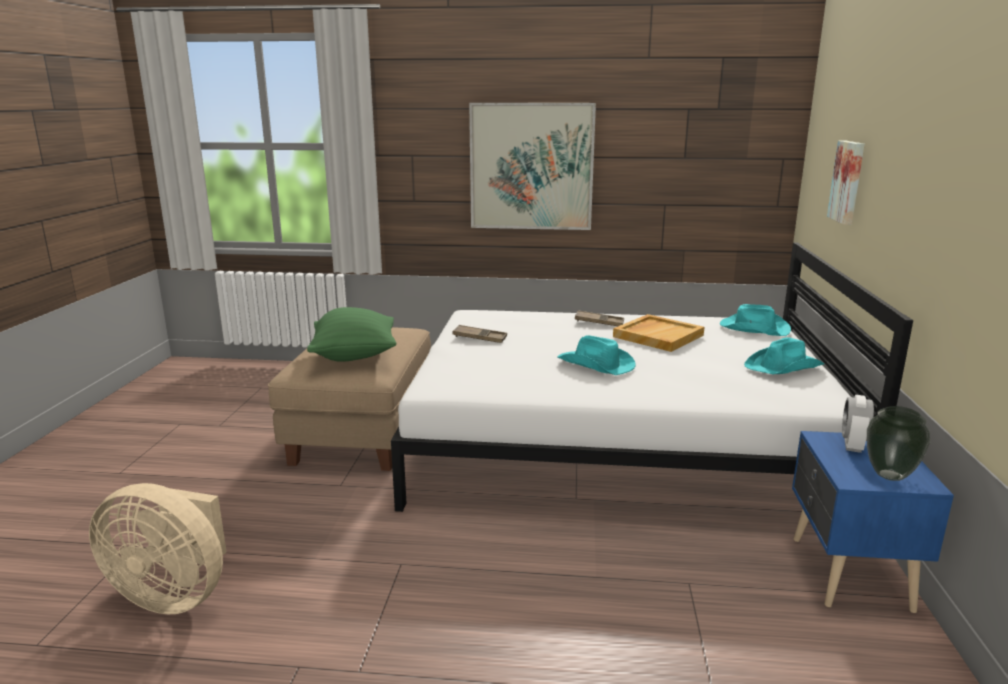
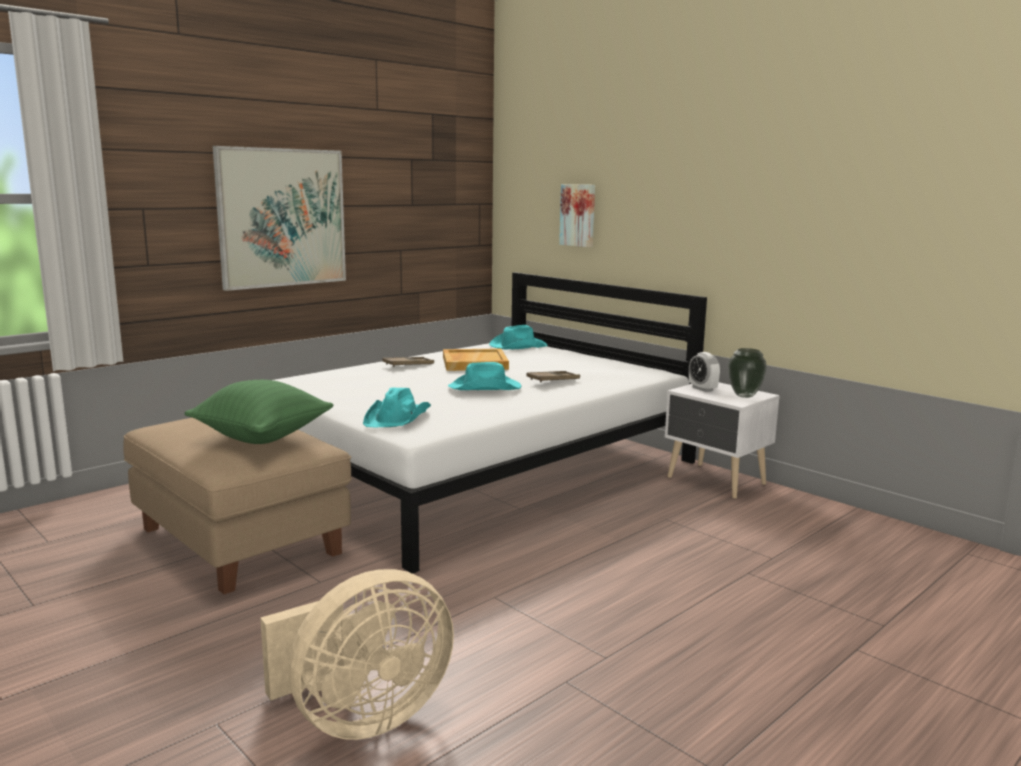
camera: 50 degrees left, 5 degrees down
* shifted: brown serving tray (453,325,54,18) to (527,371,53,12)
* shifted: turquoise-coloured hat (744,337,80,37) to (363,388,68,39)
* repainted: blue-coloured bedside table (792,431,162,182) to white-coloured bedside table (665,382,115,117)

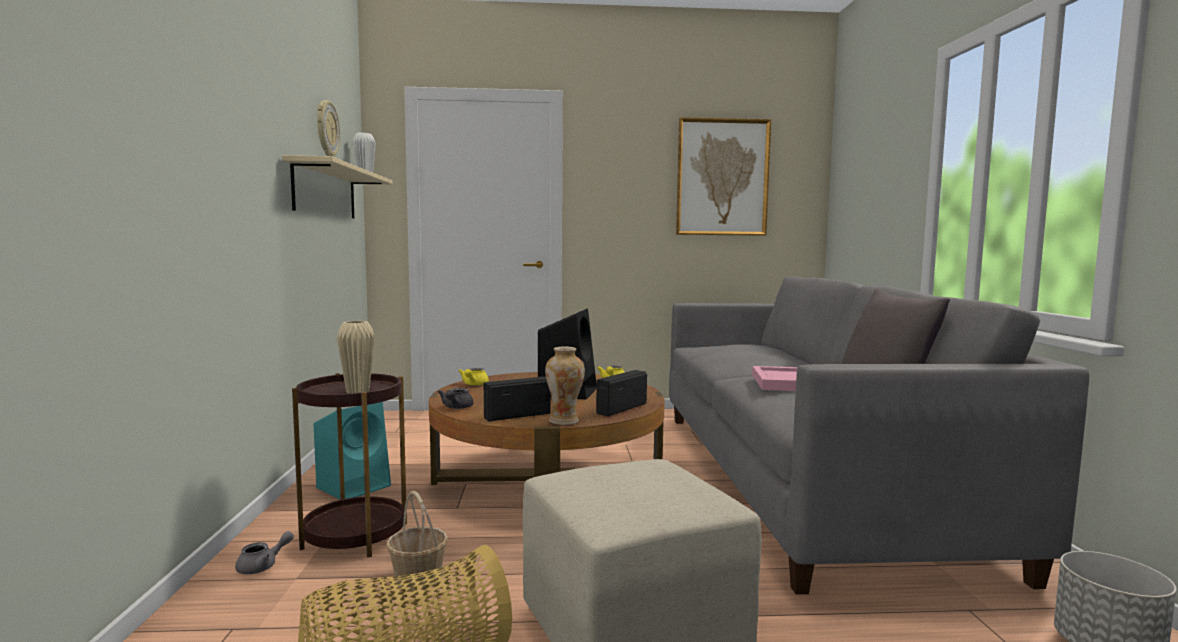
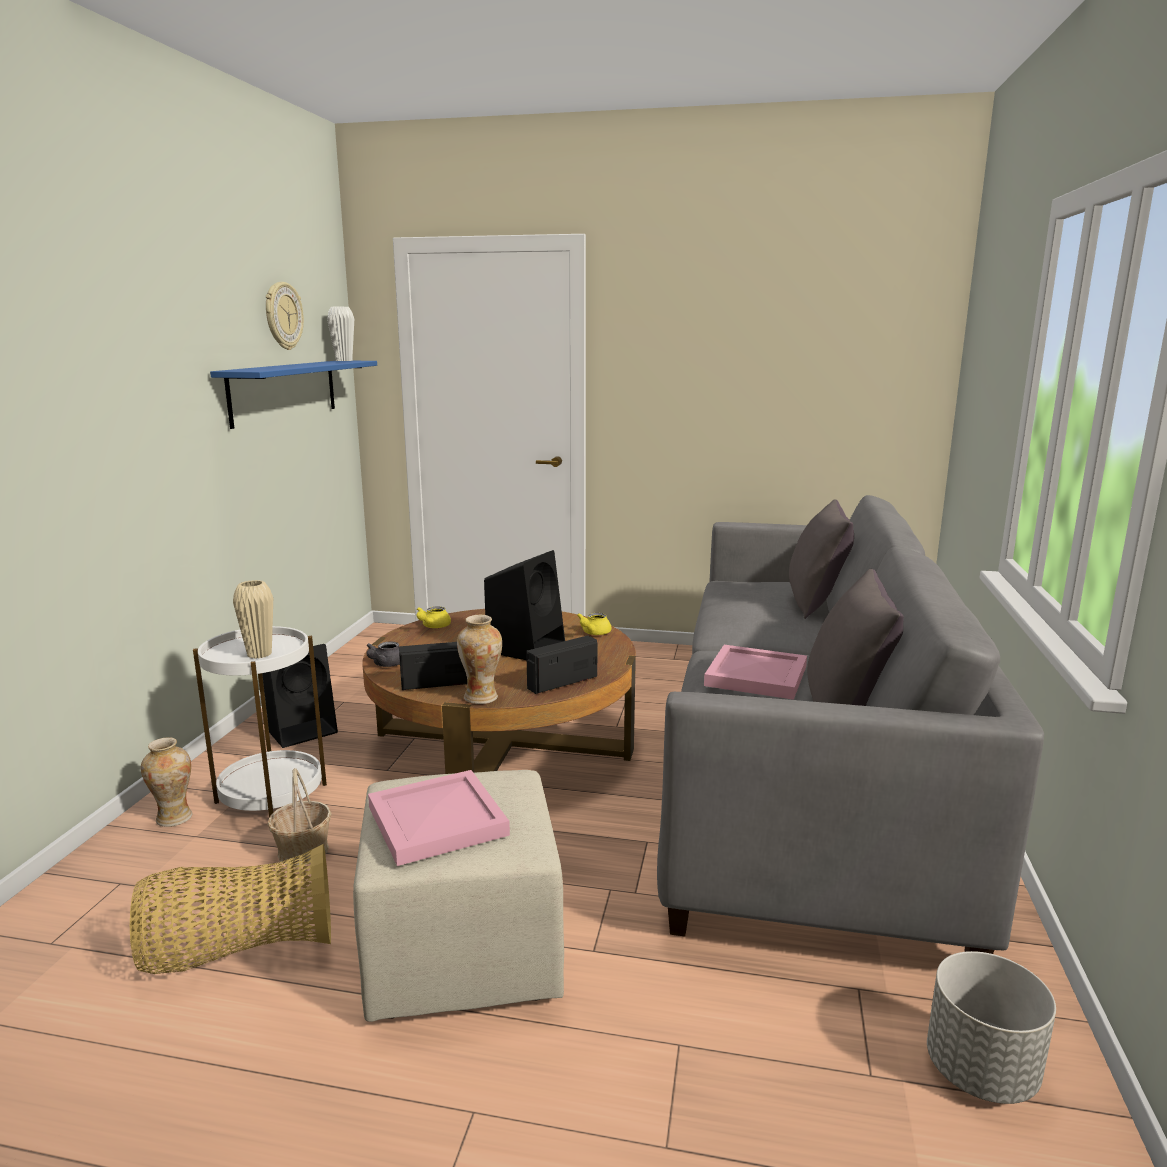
camera: 15 degrees right, 10 degrees up
* gone: wall art (676,117,95,119)
* repainted: beige bracket shelf (282,155,111,63) to blue-coloured bracket shelf (210,361,167,68)
* repainted: brown accent table (292,373,115,184) to white-coloured accent table (193,626,134,192)
* repainted: turquoise-coloured loudspeaker (313,402,78,97) to black-coloured loudspeaker (262,644,76,104)
* swapped: gray teapot (235,531,59,43) to decorative vase (141,737,51,90)
* new: gray cushion (789,499,65,120)
* new: pink serving tray (368,770,142,96)

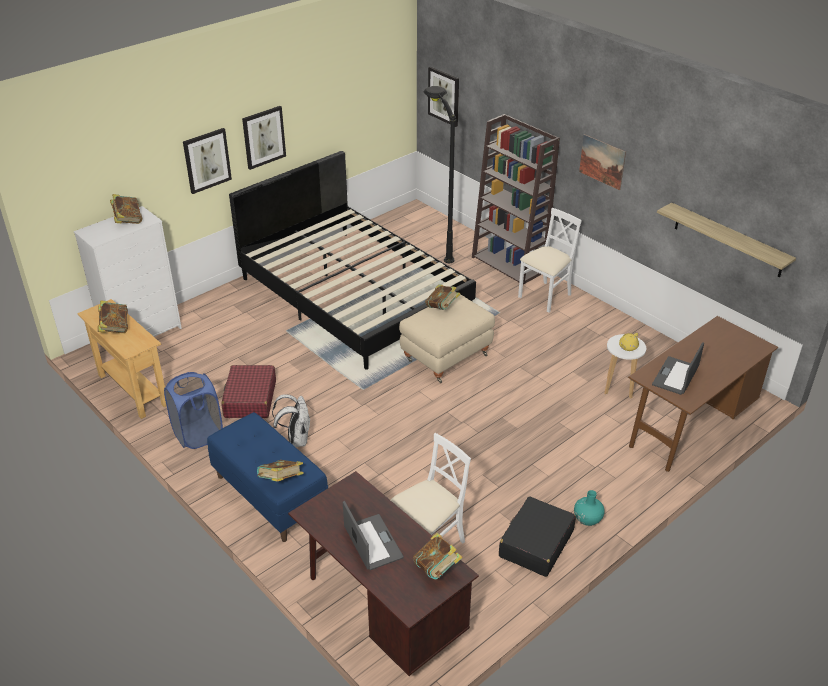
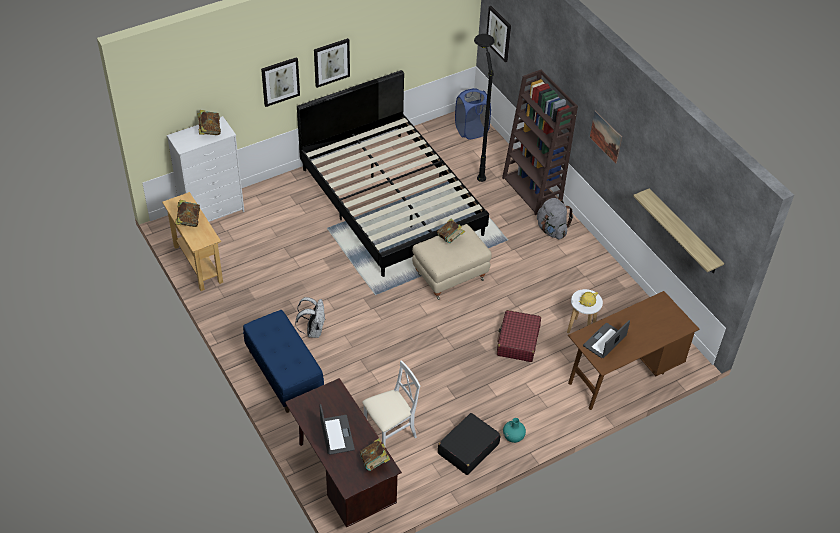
camera: 10 degrees right, 10 degrees up
* swapped: white-coloured plain chair (518,208,64,105) to gray rucksack (537,198,36,42)
* shifted: red travel case (222,365,54,53) to (497,310,44,52)
* shifted: blue-coloured hamper (164,372,59,77) to (455,88,36,51)
* gone: book (257,460,47,22)

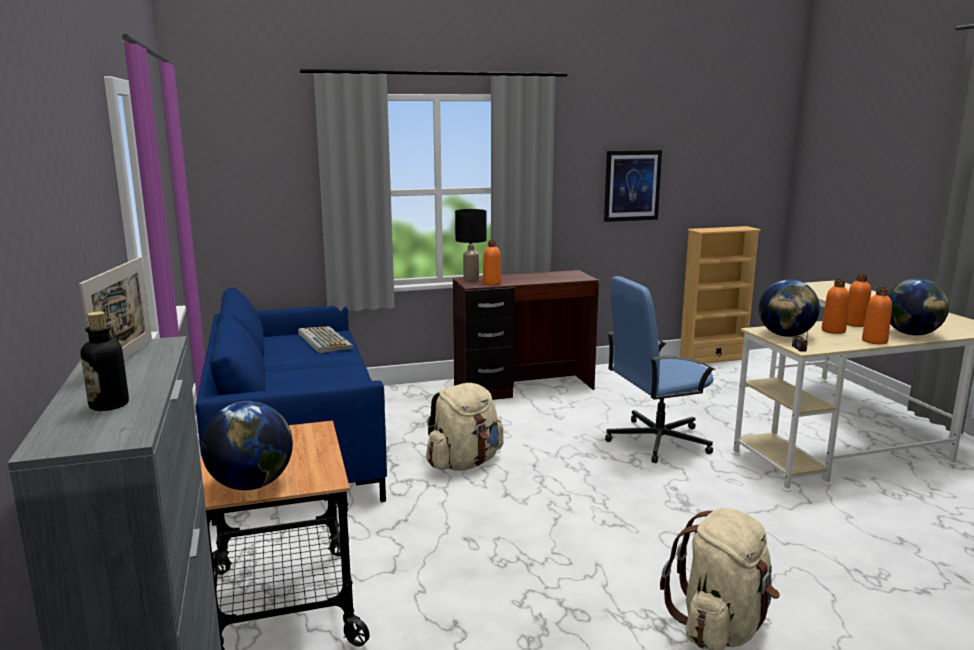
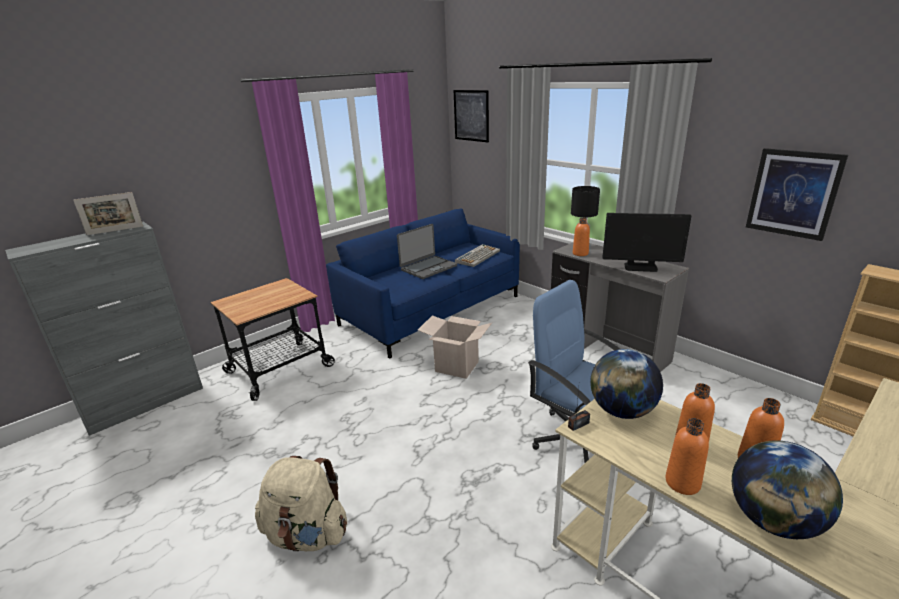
camera: 65 degrees right, 10 degrees up
* repainted: brown desk table (453,270,146,130) to gray desk table (551,242,138,130)
* gone: bottle (80,311,49,100)
* swapped: beige rucksack (426,383,78,88) to carton (418,315,74,64)
* gone: globe (201,401,92,89)
* new: wall art (454,90,35,52)
* new: computer screen (602,213,89,59)
* new: notebook computer (397,224,60,55)

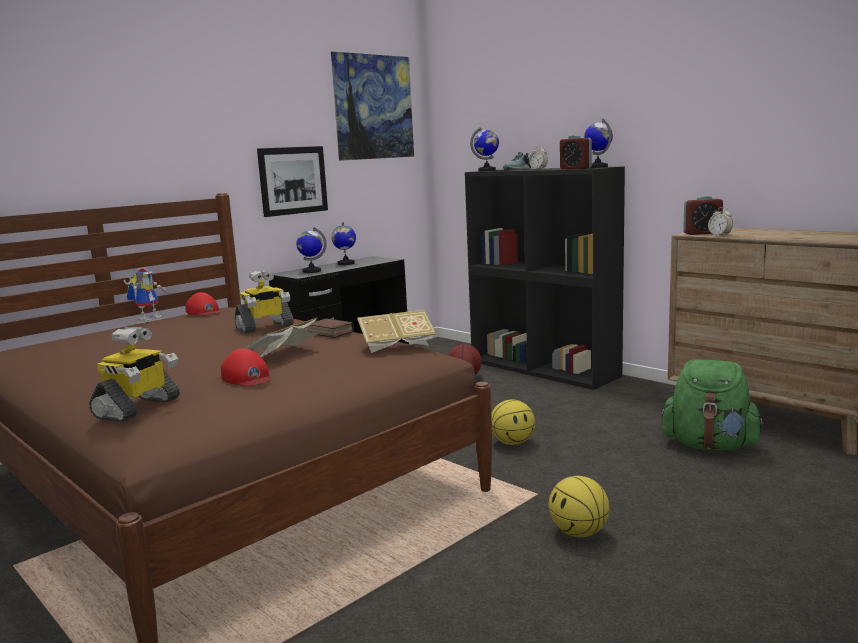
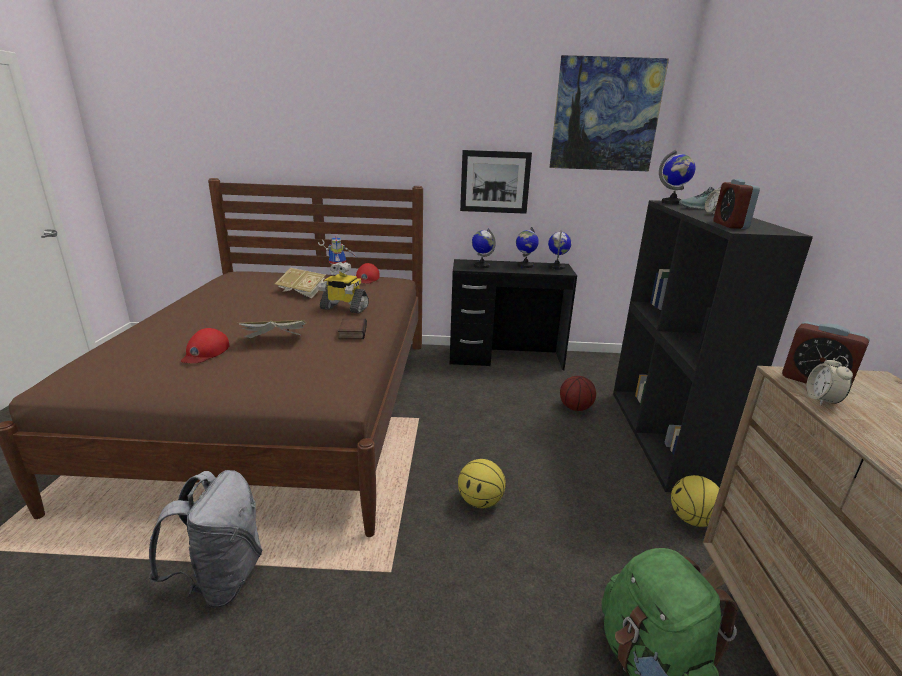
camera: 45 degrees right, 10 degrees up
* shifted: globe (584,118,29,50) to (548,230,23,40)
* shifted: book (357,310,79,43) to (275,268,51,31)
* gone: model robot (89,327,91,95)
* shifted: basketball ball (549,476,61,61) to (671,475,48,52)
* new: gray rucksack (149,470,113,138)

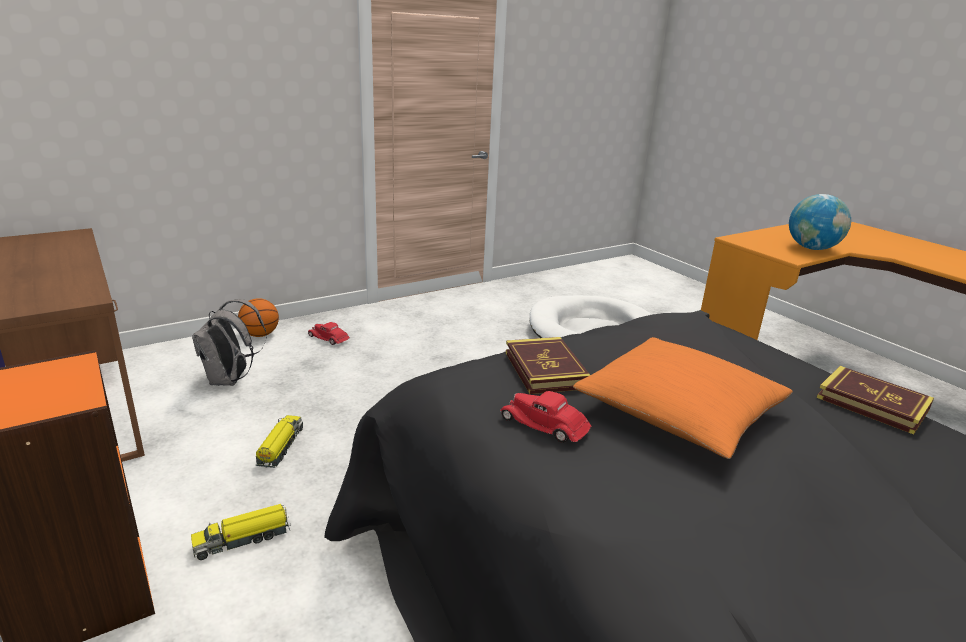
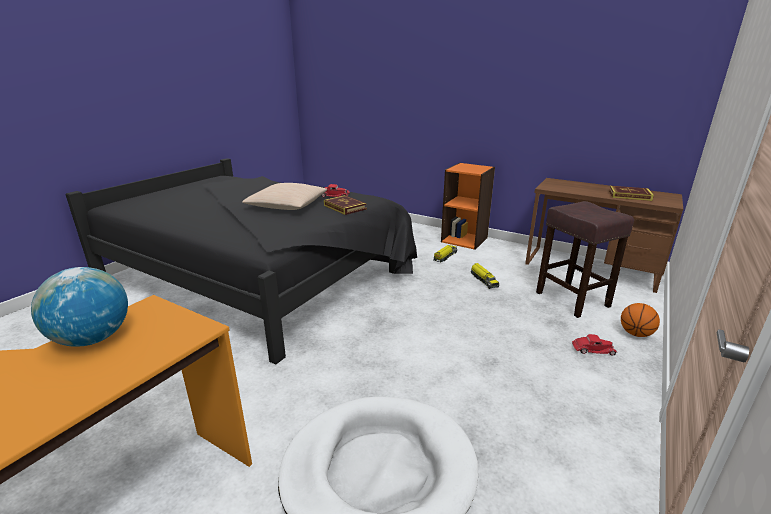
camera: 155 degrees right, 0 degrees up
* swapped: gray rucksack (192,299,75,87) to brown stool seat (536,201,98,117)
* repainted: orangey cushion (573,337,220,122) to beige cushion (242,183,85,27)
* shifted: book (816,366,118,68) to (609,186,45,15)

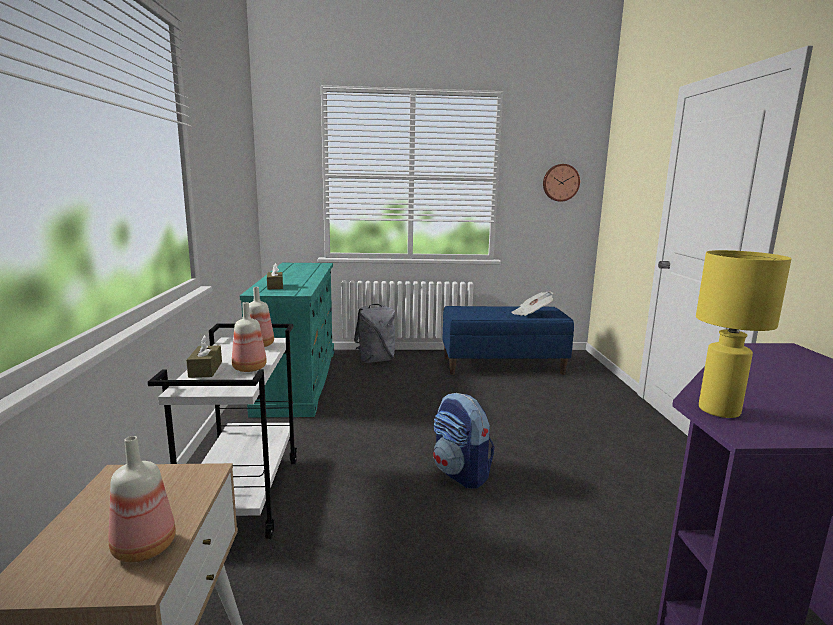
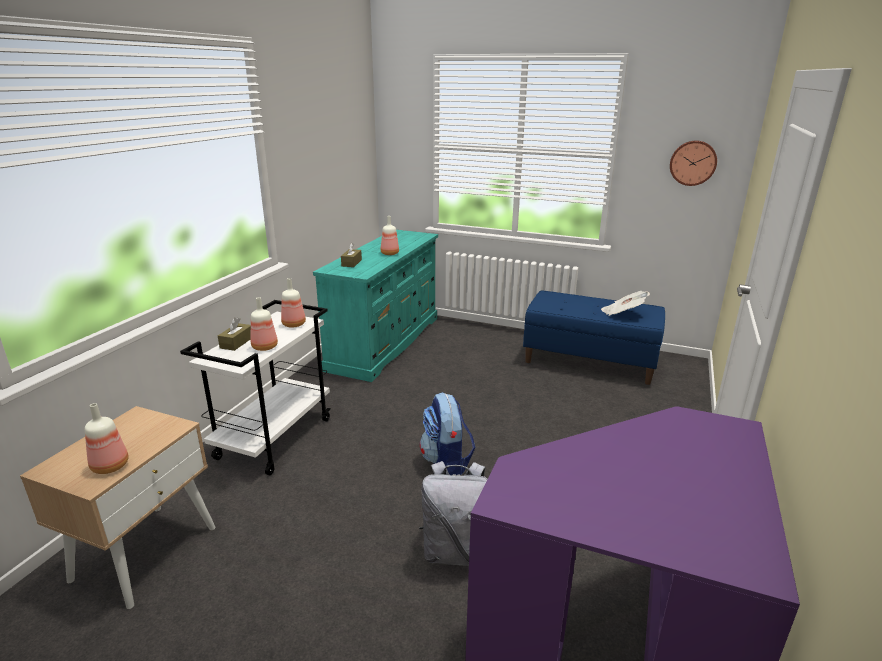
camera: 25 degrees right, 10 degrees up
* gone: yellow lamp for a table (696,250,95,168)
* shifted: gray rucksack (354,304,41,59) to (419,461,68,105)
* new: bottle (381,216,18,39)

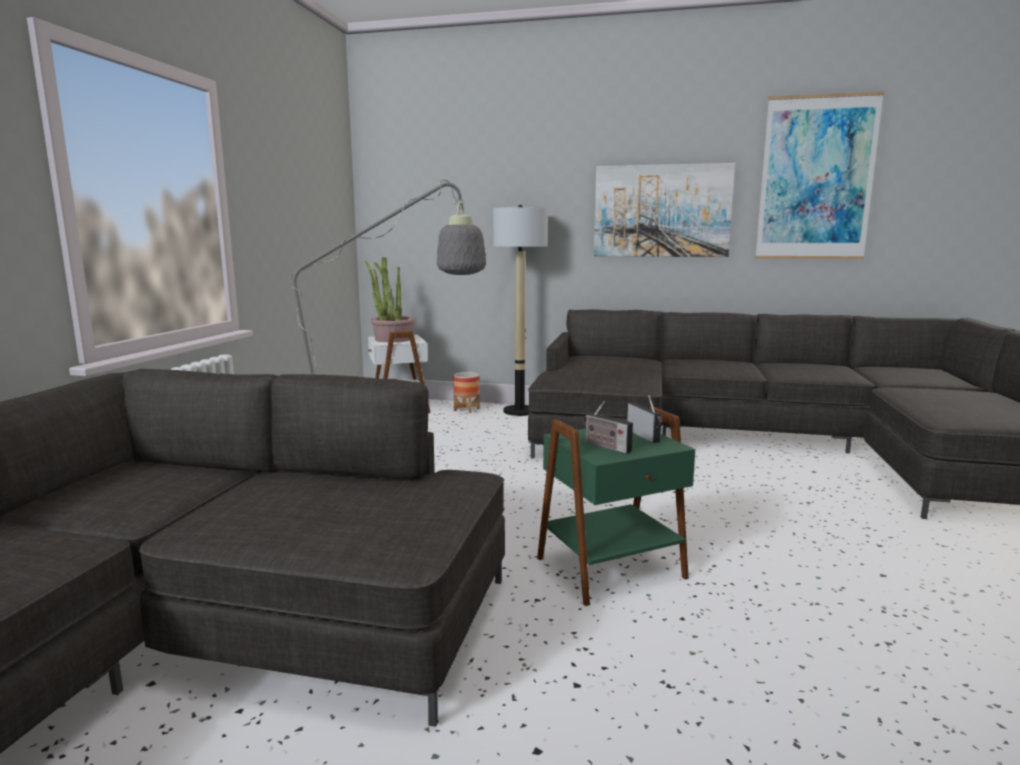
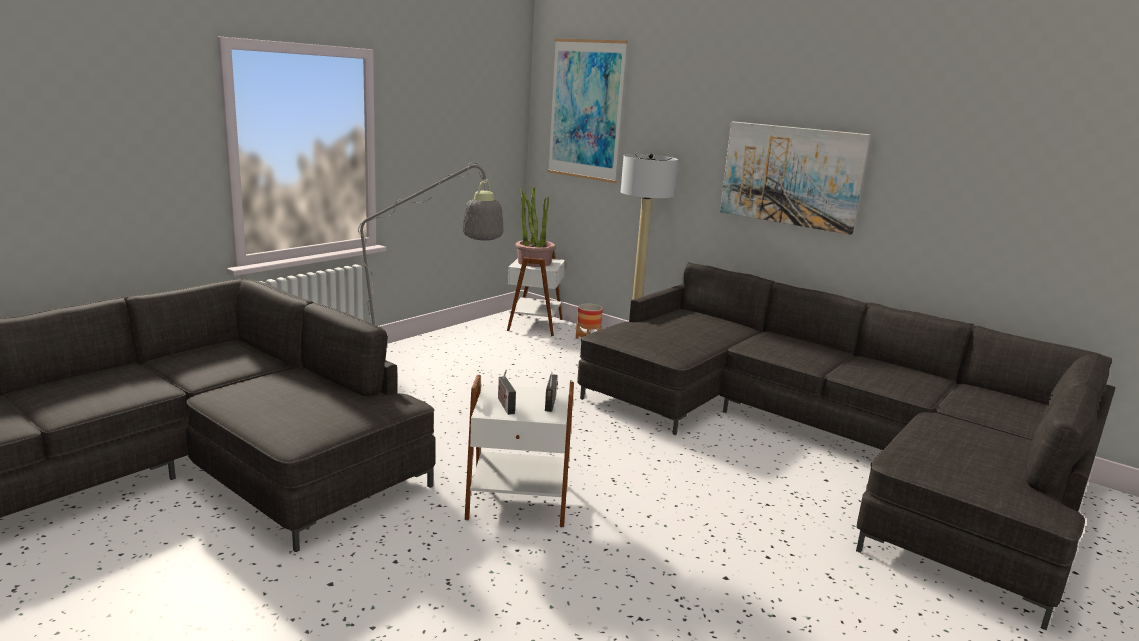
camera: 25 degrees right, 5 degrees up
* shifted: wall art (755,91,129,168) to (547,39,81,144)
* repainted: green-coloured accent table (537,407,158,199) to white-coloured accent table (465,375,109,152)

